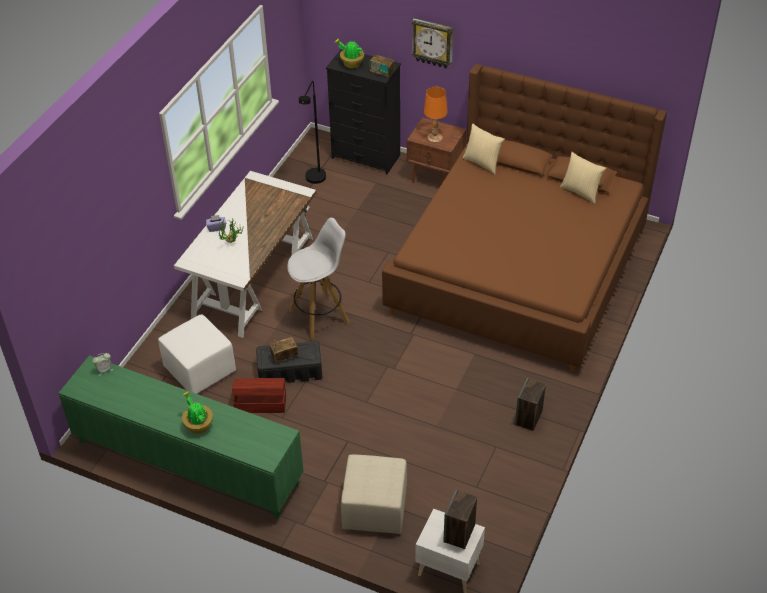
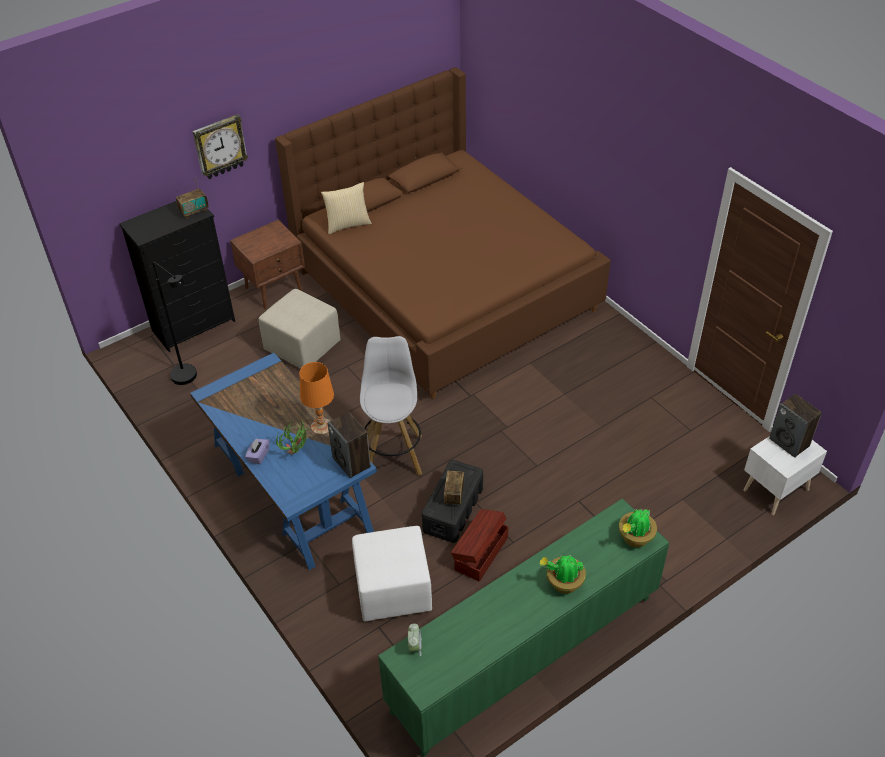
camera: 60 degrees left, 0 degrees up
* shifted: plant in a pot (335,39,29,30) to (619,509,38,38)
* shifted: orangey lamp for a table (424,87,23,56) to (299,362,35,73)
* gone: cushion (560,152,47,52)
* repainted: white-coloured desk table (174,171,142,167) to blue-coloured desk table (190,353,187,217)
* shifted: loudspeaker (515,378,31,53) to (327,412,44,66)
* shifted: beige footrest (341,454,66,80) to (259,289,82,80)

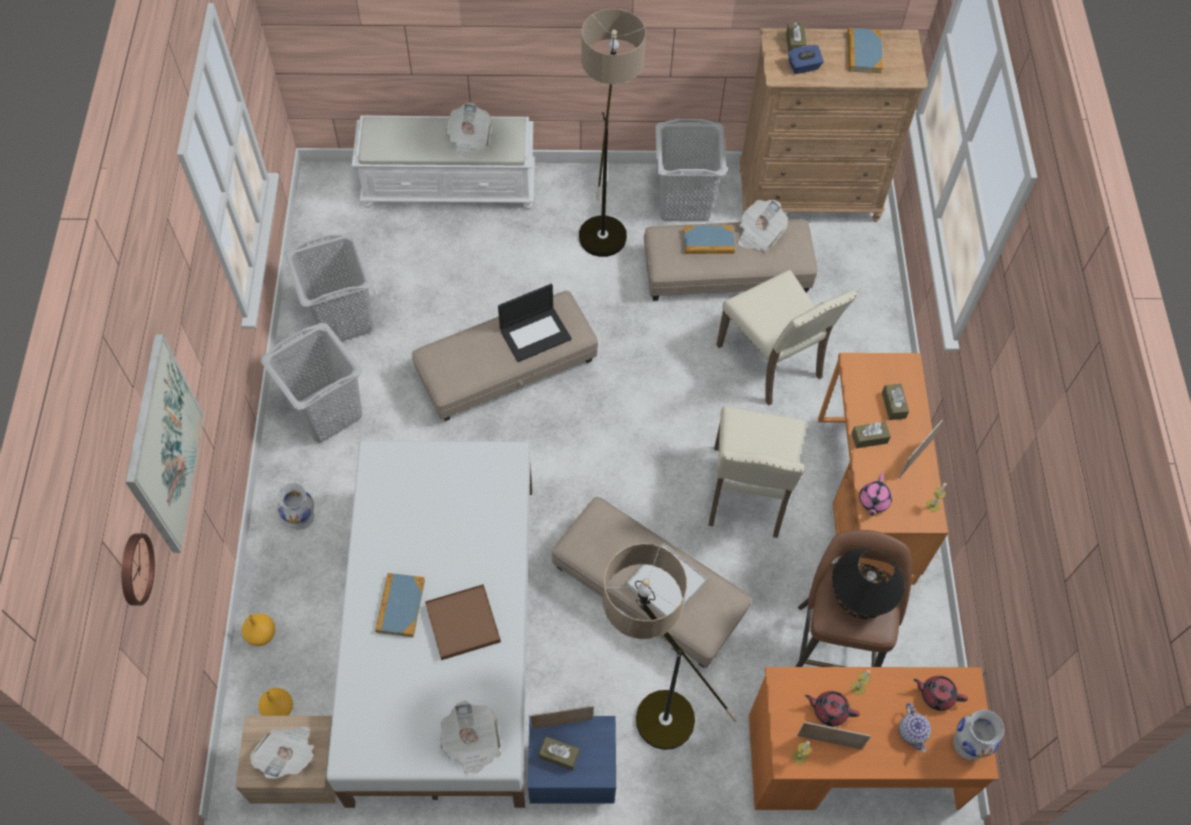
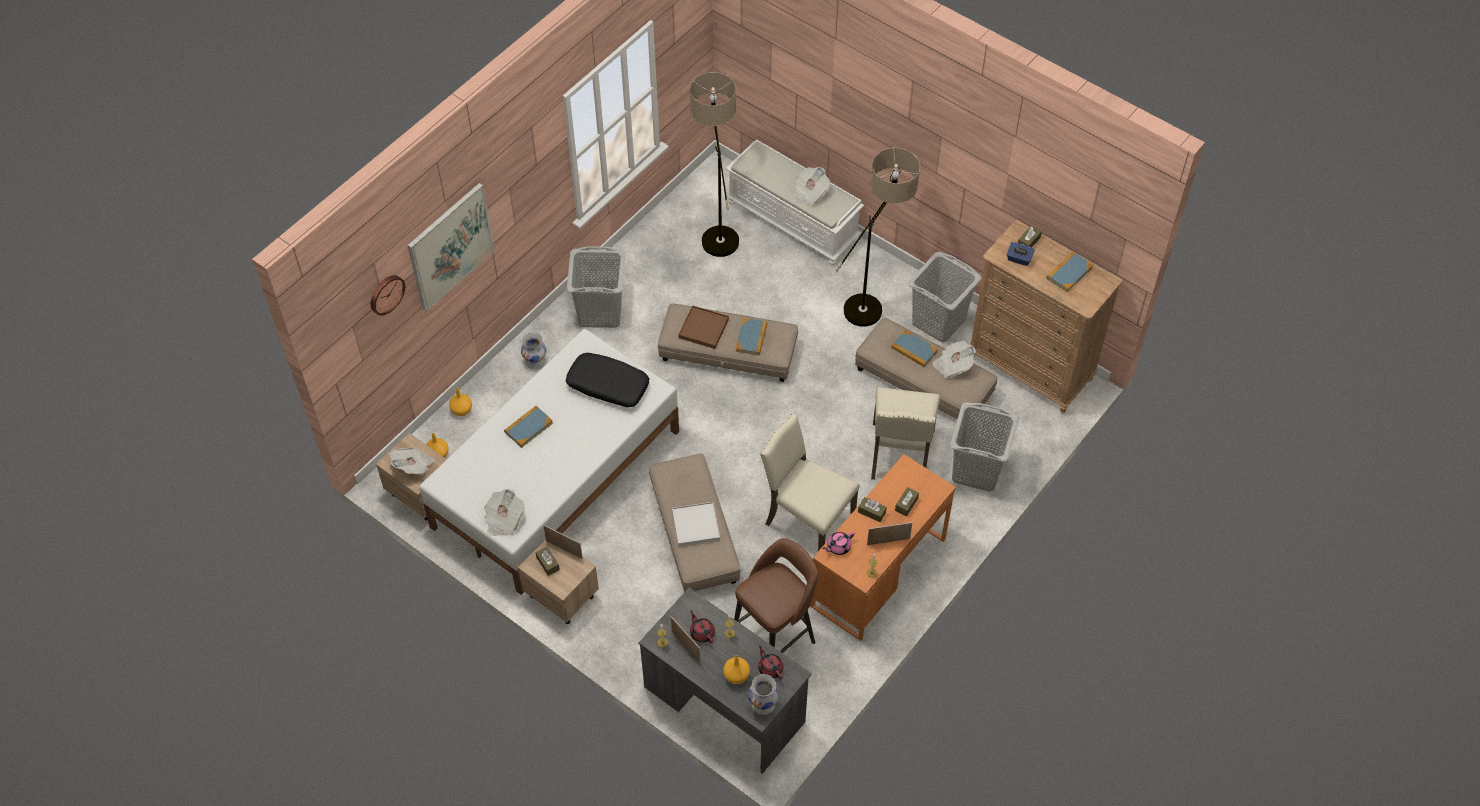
camera: 40 degrees right, 5 degrees down
* shifted: gray hamper (284,232,90,110) to (950,402,69,89)
* swapped: notebook computer (498,284,74,78) to book (736,318,31,37)
* rotated: beige plain chair (708,406,99,132) = (760,414,100,137) 75 degrees clockwise
* shifted: standard lamp (603,543,134,207) to (690,72,49,185)
* gone: black-coloured lamp for a table (832,548,73,71)
* shifted: brown serving tray (425,584,76,76) to (678,305,51,44)
* repainted: orangey desk table (749,667,250,143) to gray desk table (638,588,174,186)
* swapped: teapot (899,703,32,49) to orangey decorative vase (723,655,27,29)
* repainted: blue-coloured bedside table (528,716,88,88) to beige bedside table (518,539,81,85)
* new: black-coloured cushion (566,353,83,54)

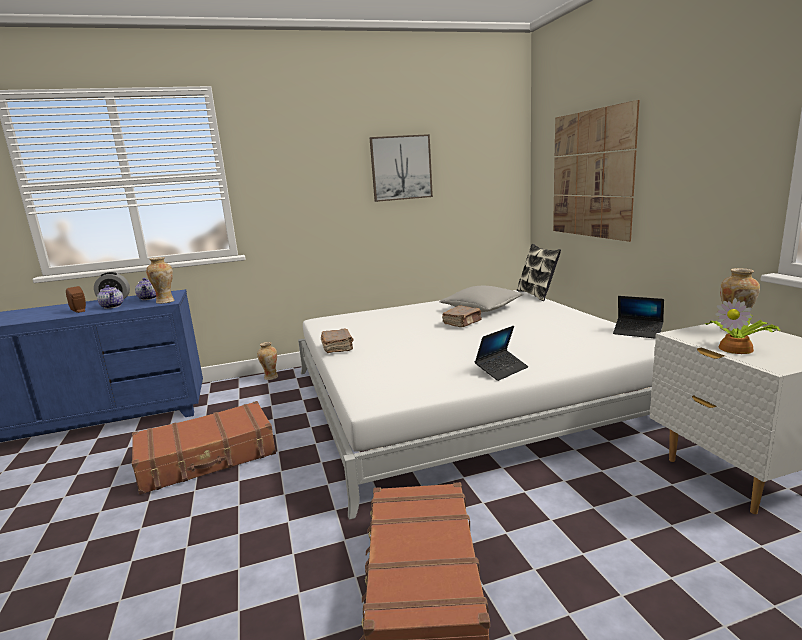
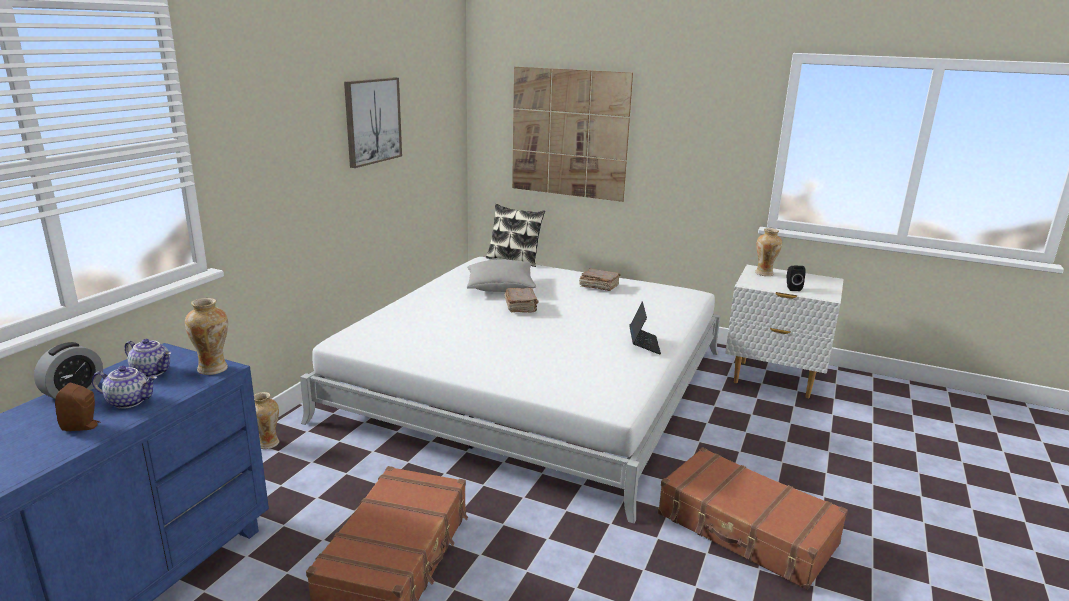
camera: 50 degrees left, 5 degrees up
* gone: notebook computer (613,296,51,43)
* swapped: plant in a pot (705,298,75,56) to black-coloured loudspeaker (787,266,19,25)
* shifted: brown book (321,328,33,25) to (579,268,41,23)

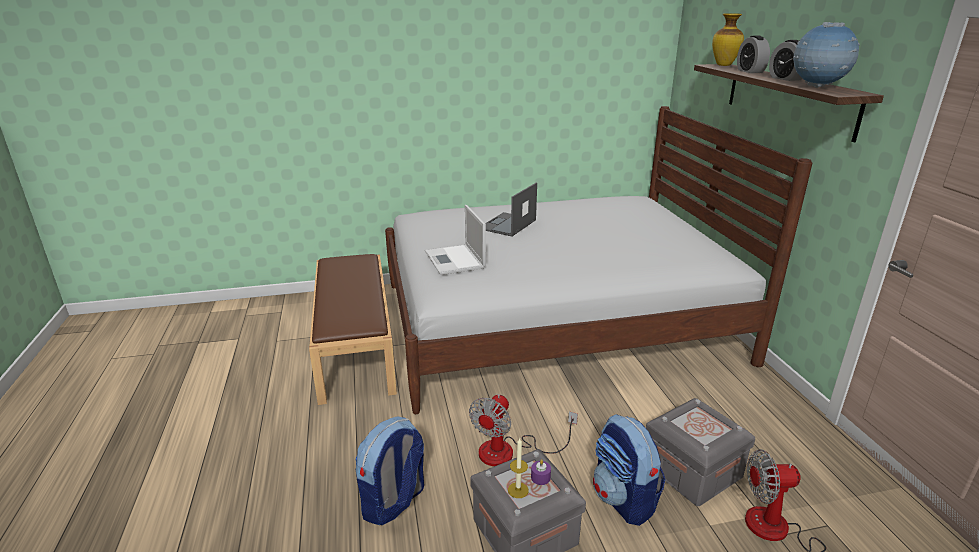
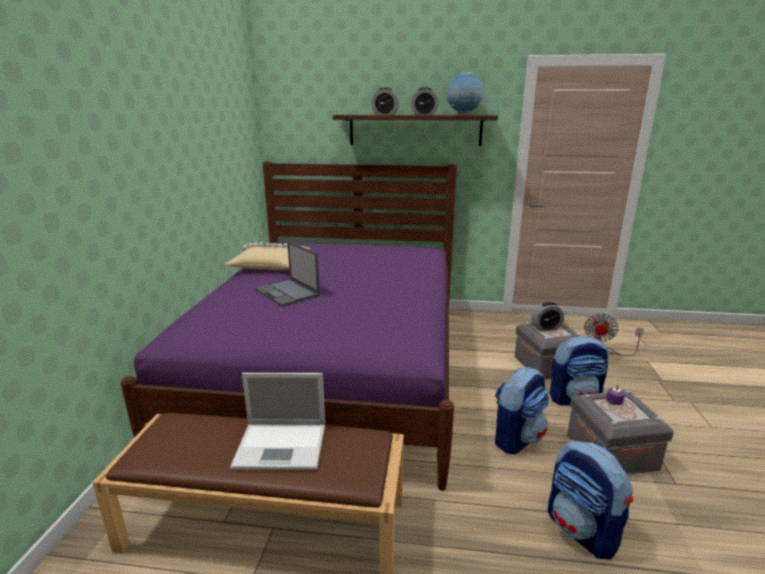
camera: 70 degrees left, 5 degrees down
* gone: decorative vase (712,13,32,53)
* repainted: white-coloured bedroom bed (385,106,427,308) to purple bedroom bed (121,161,336,330)
* shifted: notebook computer (425,205,61,70) to (230,373,95,97)
* swapped: cooling fan (469,394,109,72) to rucksack (495,367,54,87)
* gone: wax candle (508,438,21,60)
* new: beige cushion (225,242,85,28)
* new: alarm clock (531,302,33,29)

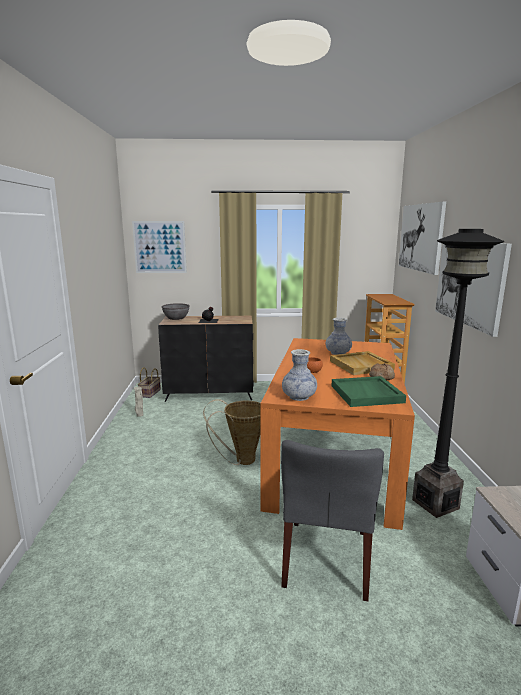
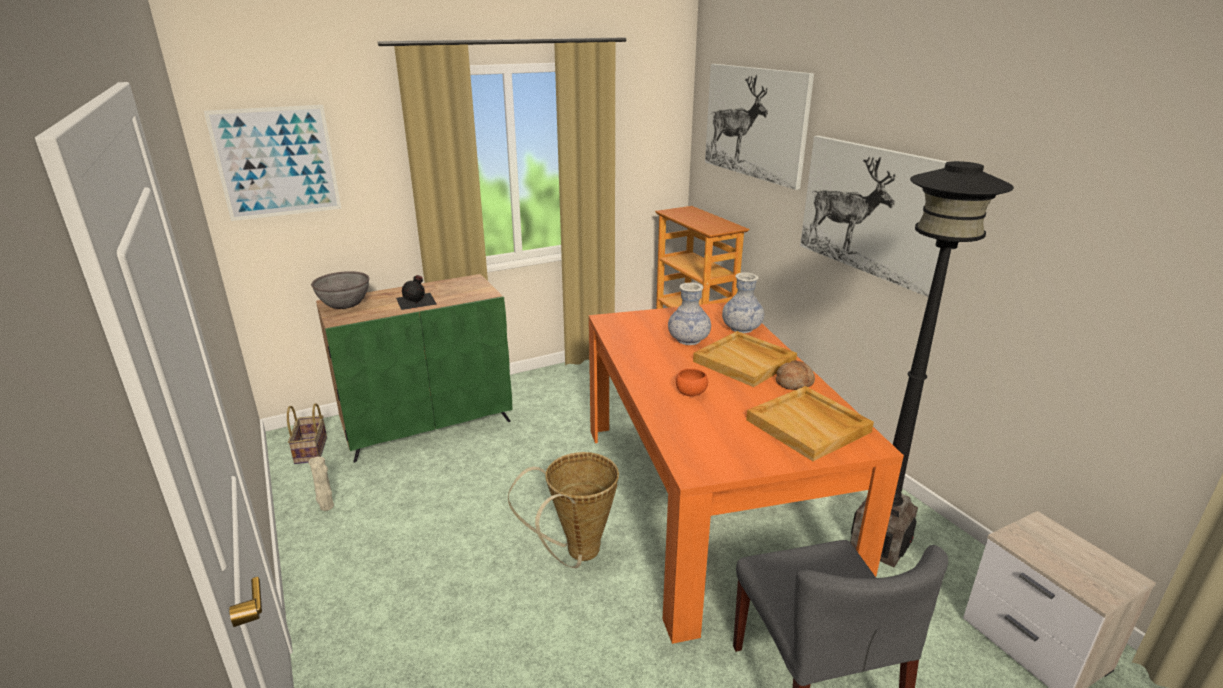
camera: 25 degrees left, 10 degrees up
* repainted: black-coloured cupboard (158,316,95,86) to green-coloured cupboard (316,274,196,189)
* shifted: decorative vase (282,349,35,52) to (722,273,42,60)
* repainted: green-coloured serving tray (332,376,74,31) to beige serving tray (746,386,128,75)

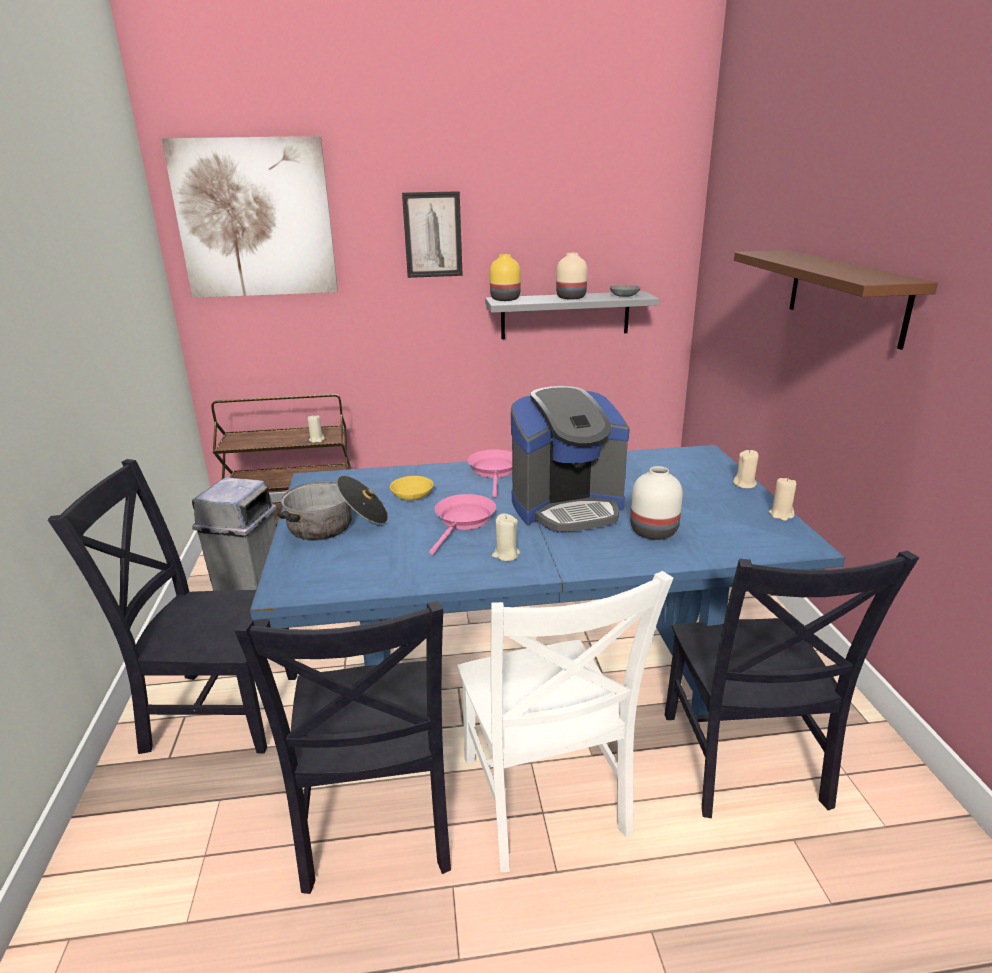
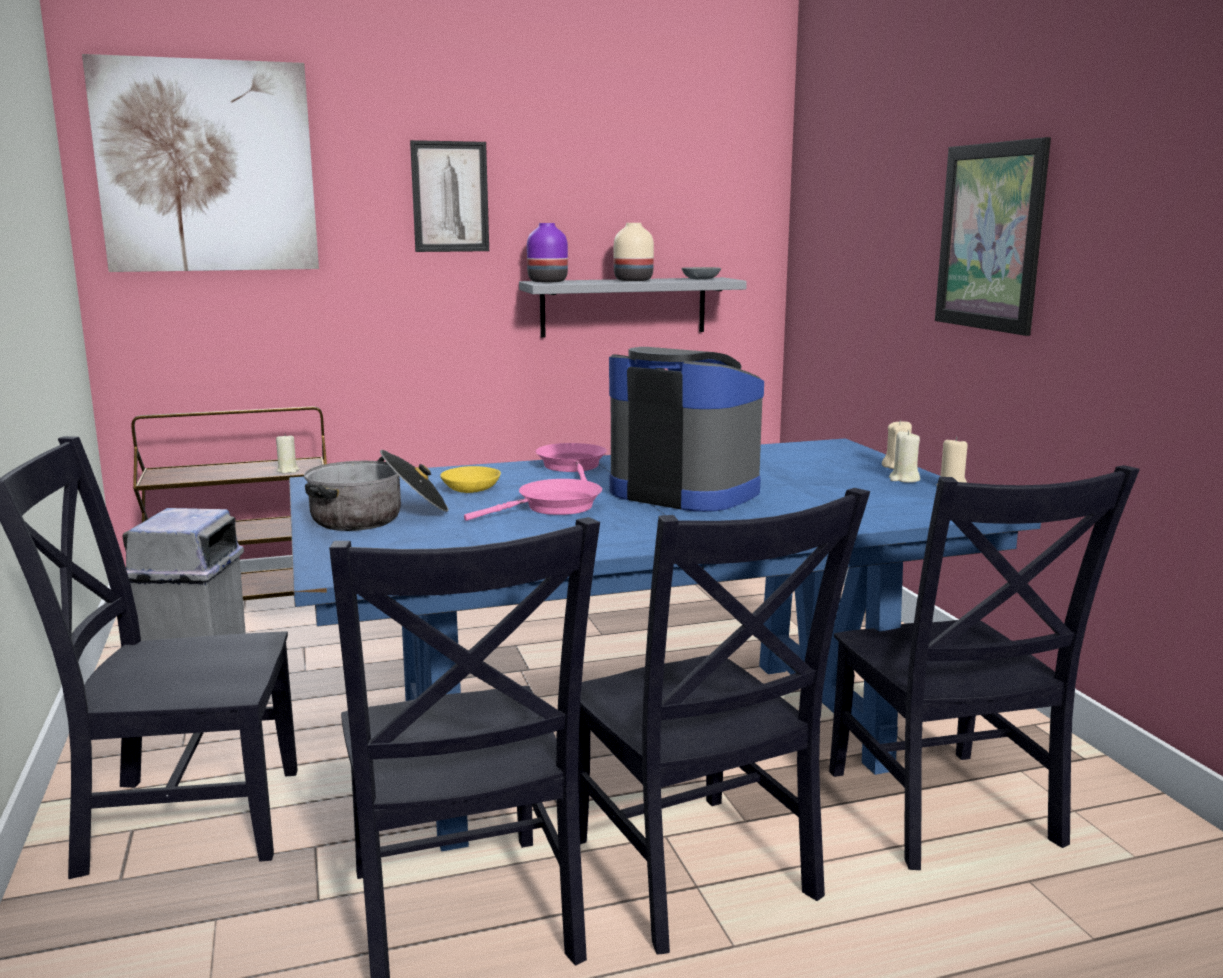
camera: 10 degrees left, 10 degrees down
* swapped: brown bracket shelf (734,250,204,100) to wall art (935,137,116,199)
* repainted: yellow decorative vase (490,254,31,47) to purple decorative vase (527,223,41,59)
* rotated: coffee machine (511,386,119,147) = (609,347,155,165) 120 degrees counterclockwise
* gone: white-coloured decorative vase (630,466,53,74)
* rotated: pink frying pan (429,494,67,61) = (464,479,138,42) 45 degrees clockwise
* shifted: beige wax candle (492,513,28,48) to (889,430,31,53)
* repainted: white-coloured plain chair (457,571,216,301) to black-coloured plain chair (578,488,292,467)

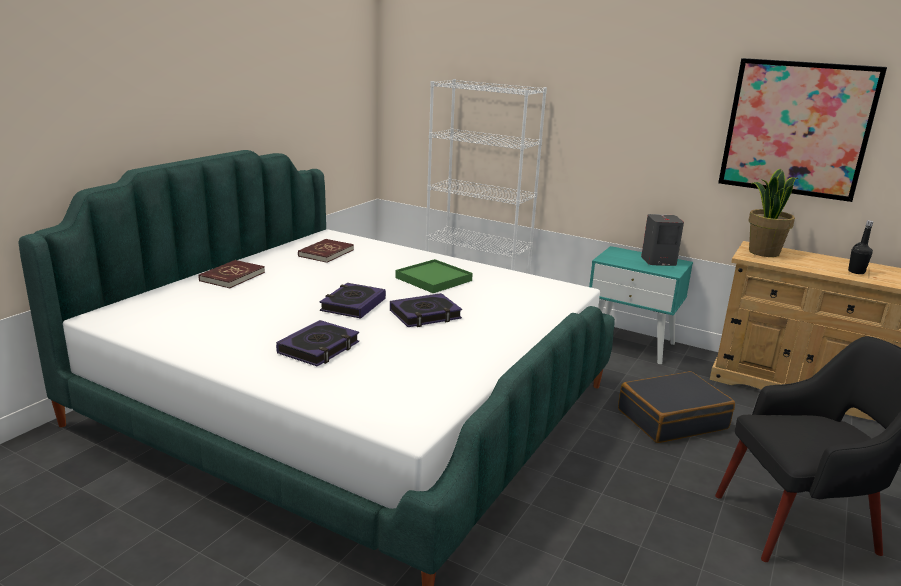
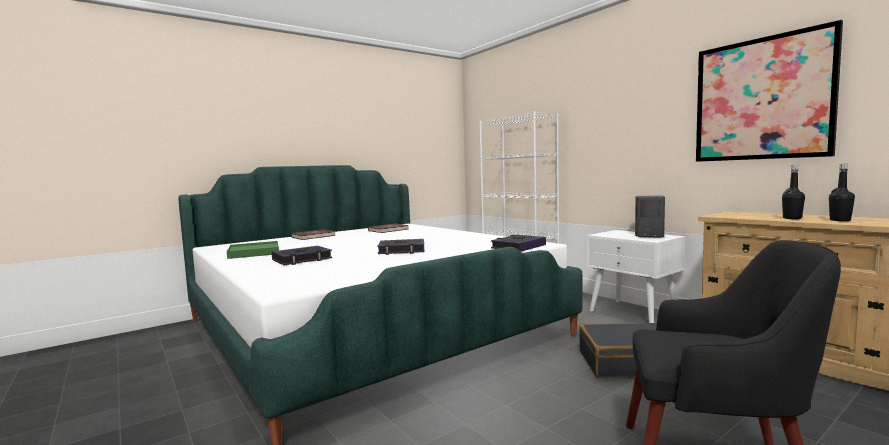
camera: 25 degrees right, 15 degrees down
* gone: plant in a pot (748,169,50,88)
* repainted: turquoise-coloured bedside table (589,246,104,118) to white-coloured bedside table (587,230,98,93)
* shifted: green-coloured serving tray (395,259,78,34) to (227,241,52,18)
* shifted: book (320,283,66,36) to (491,235,55,17)
* new: black-coloured bottle (782,165,23,54)

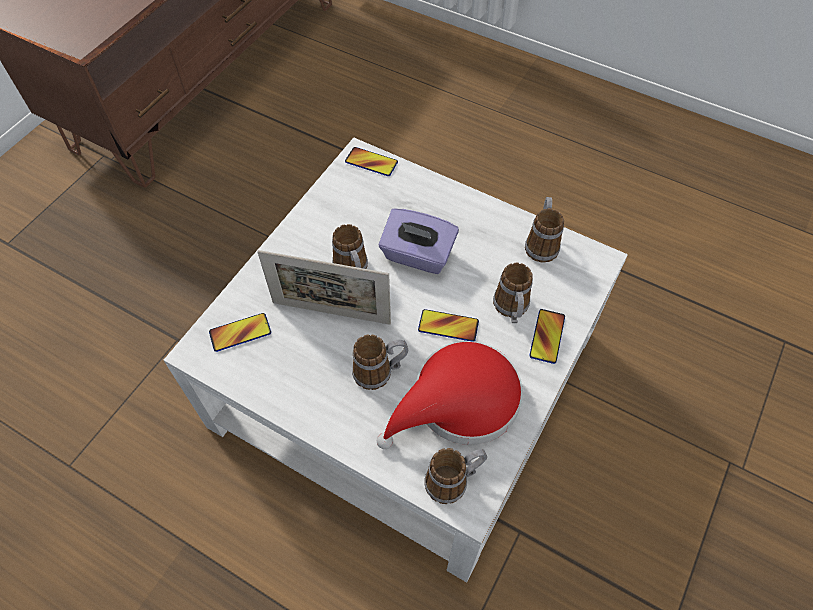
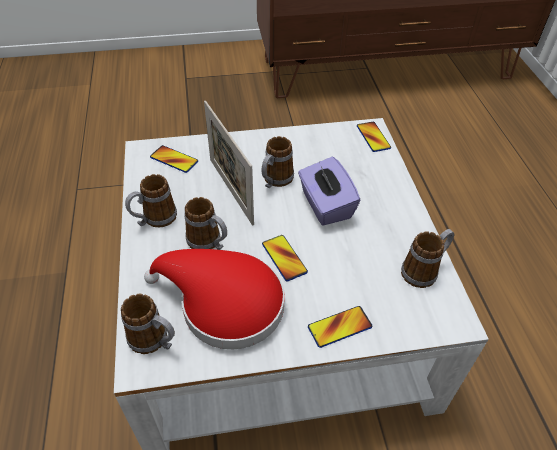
camera: 50 degrees right, 10 degrees down
* shifted: mug (493,263,40,60) to (125,174,52,53)

